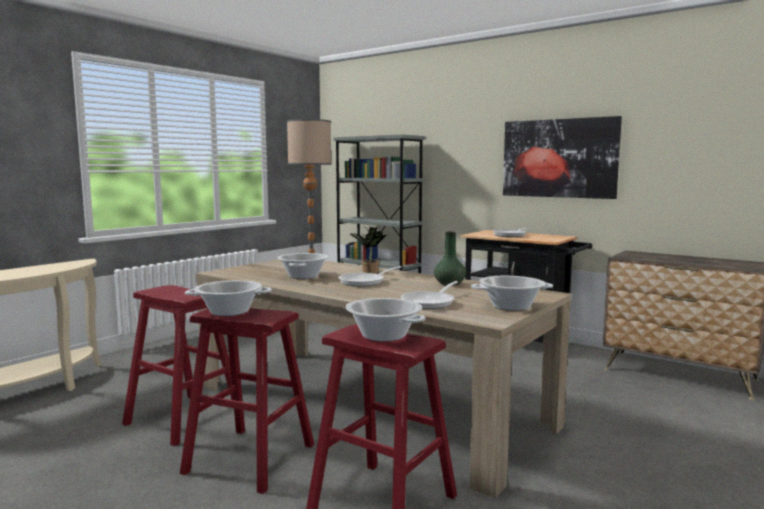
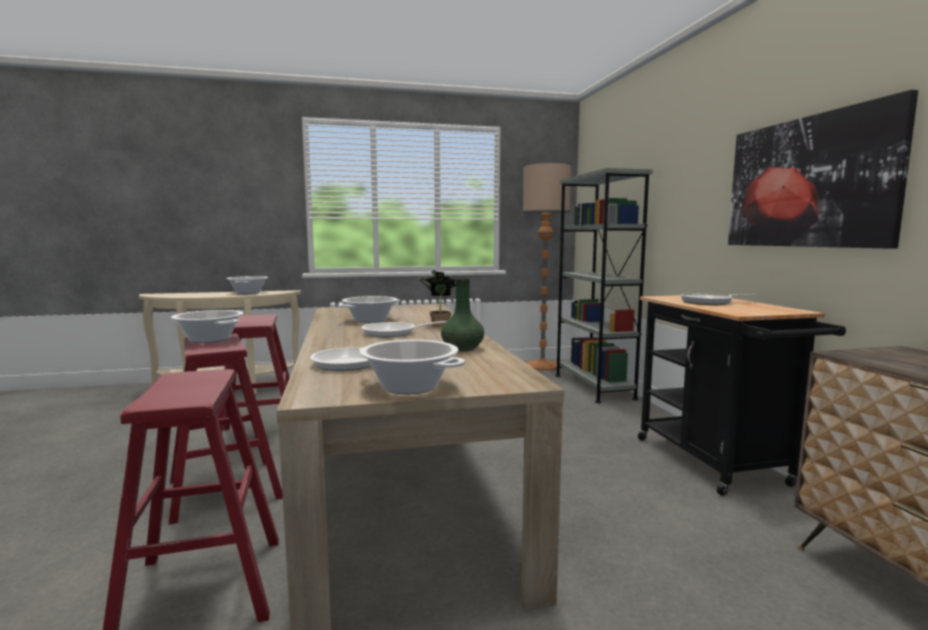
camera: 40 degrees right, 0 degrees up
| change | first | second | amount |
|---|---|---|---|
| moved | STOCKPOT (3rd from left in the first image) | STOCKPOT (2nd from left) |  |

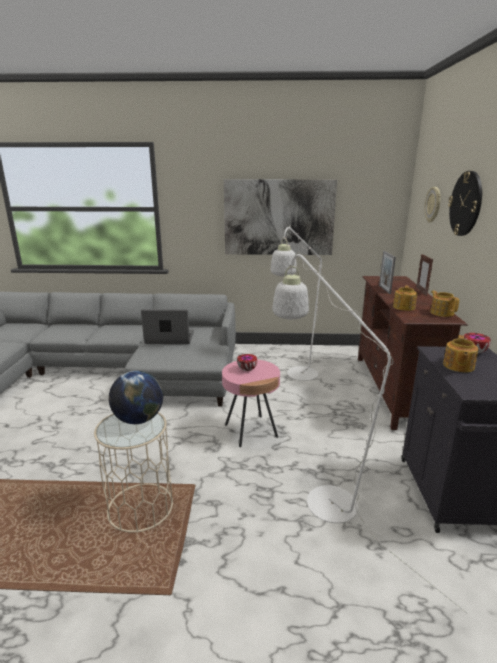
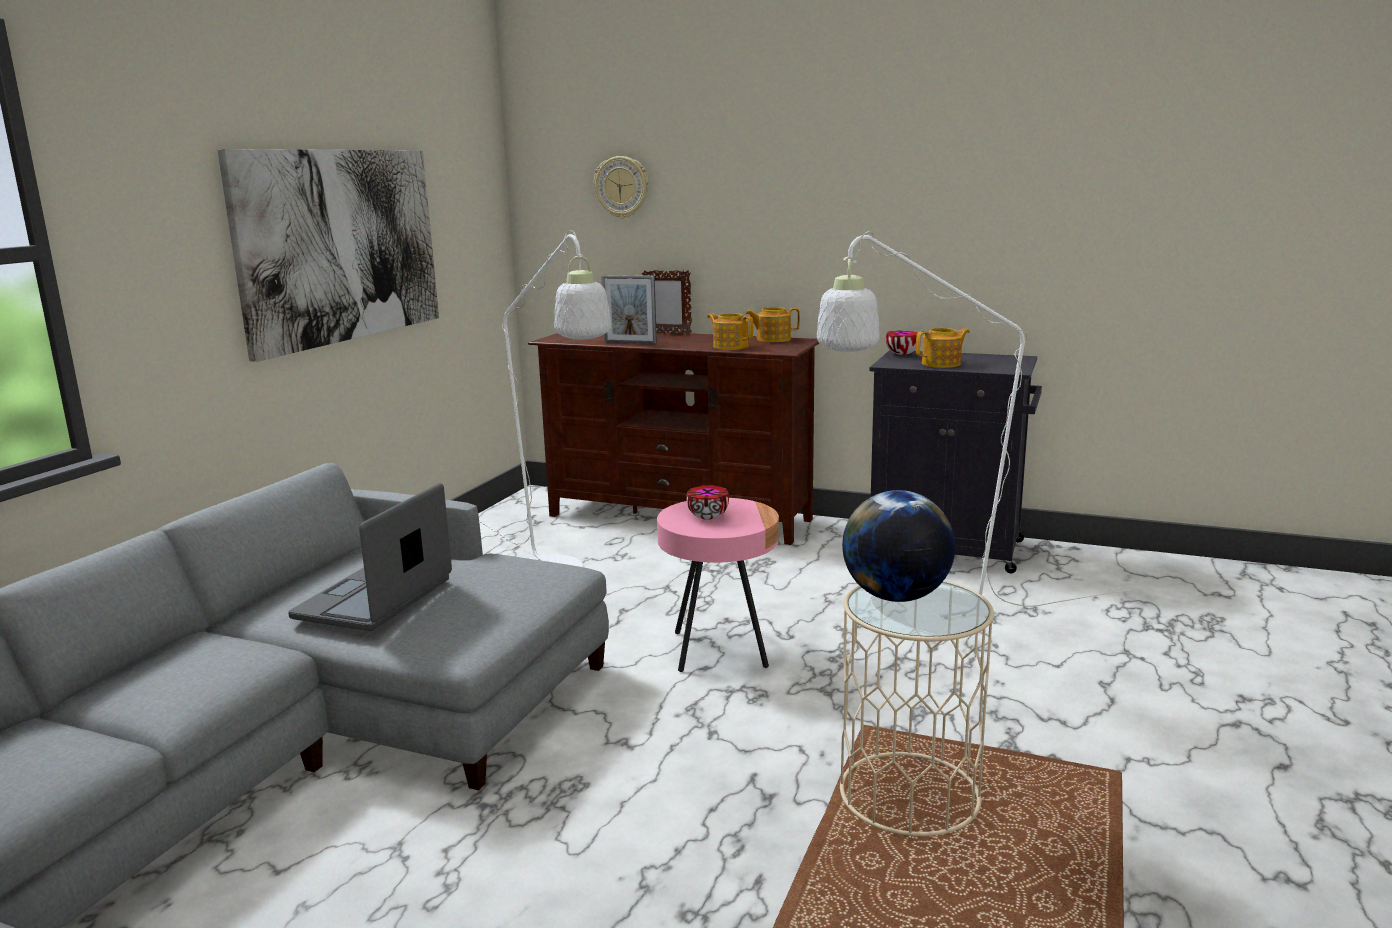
camera: 70 degrees left, 5 degrees down
| change | first | second | amount |
|---|---|---|---|
| turned | TEA POT (3rd from left) |  | 60 degrees counterclockwise |
| removed | HANGING CLOCK (2nd from left) |  |  |

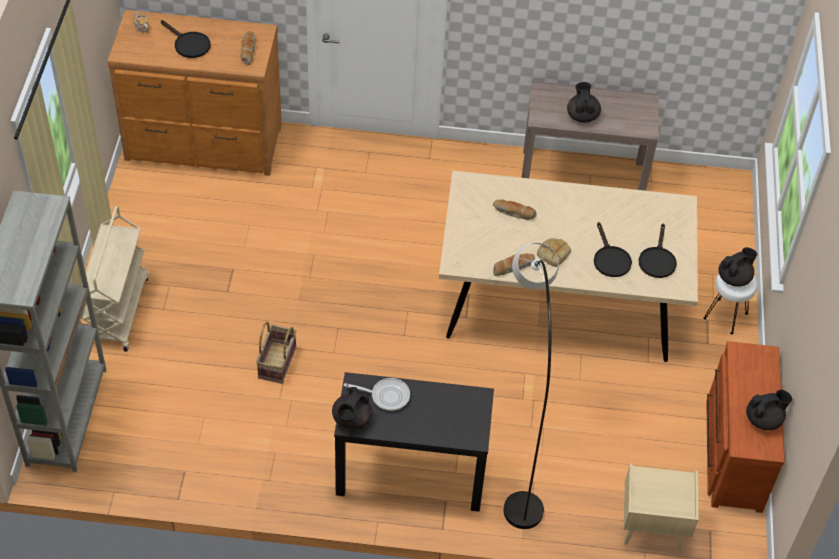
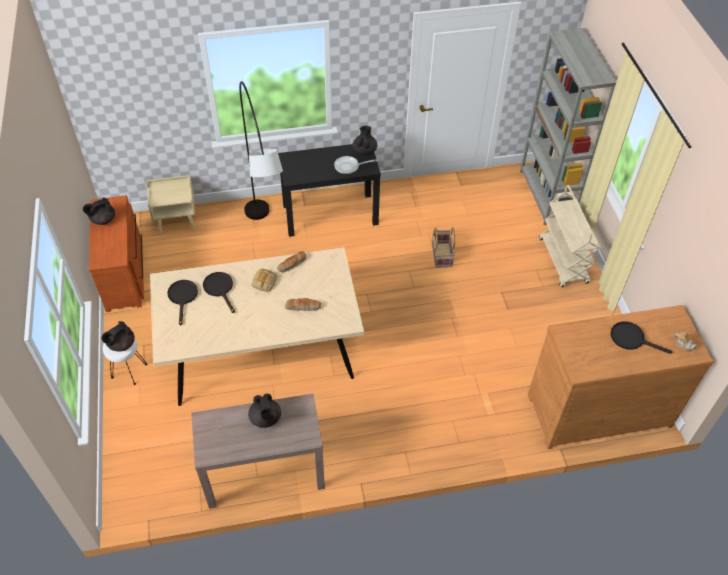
camera: 165 degrees right, 0 degrees up
| change | first | second | amount |
|---|---|---|---|
| removed | BAKED BREAD (1st from left) |  |  |

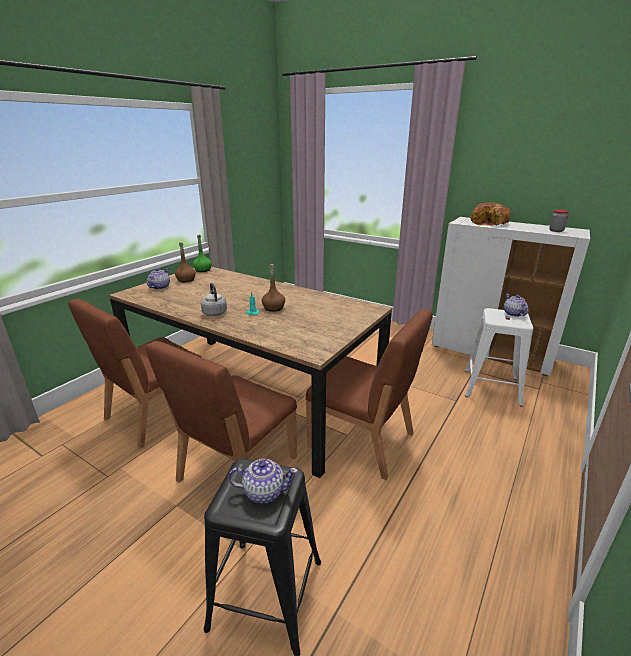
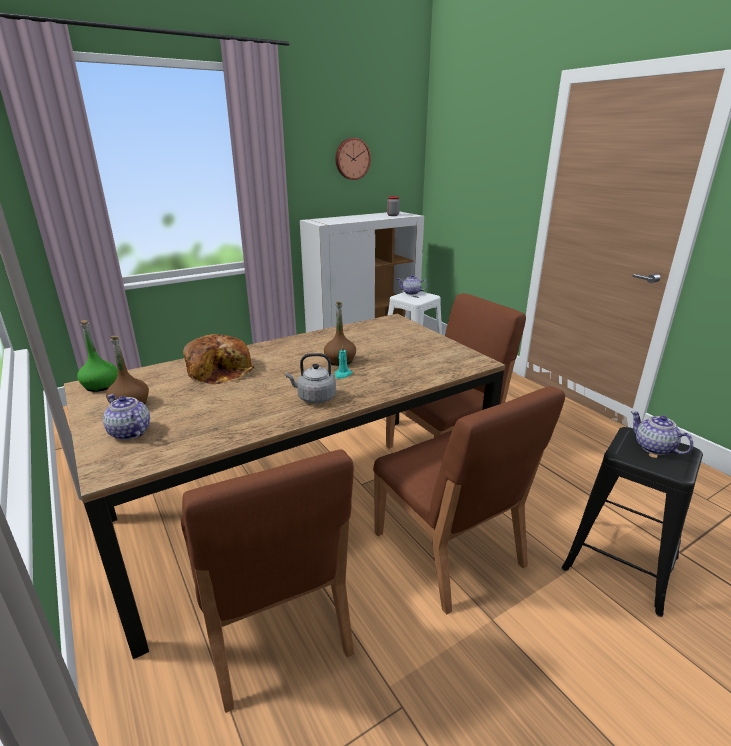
camera: 65 degrees left, 0 degrees up
| change | first | second | amount |
|---|---|---|---|
| moved | BAKED BREAD |  |  |
| added |  | HANGING CLOCK |  |
| turned | TEA POT (2nd from left in the first image) | TEA POT (3rd from left) | 60 degrees counterclockwise |

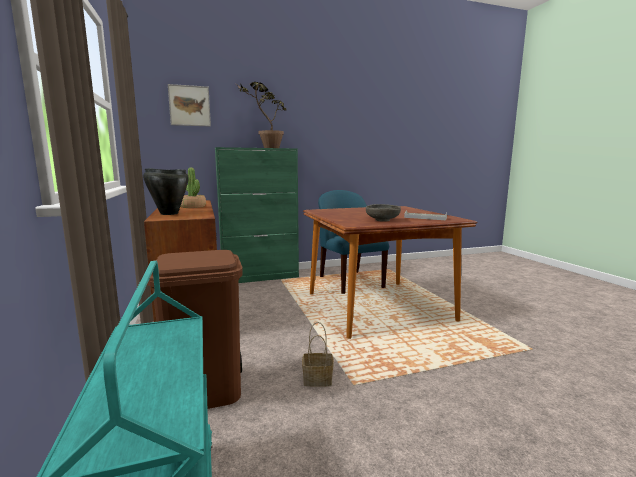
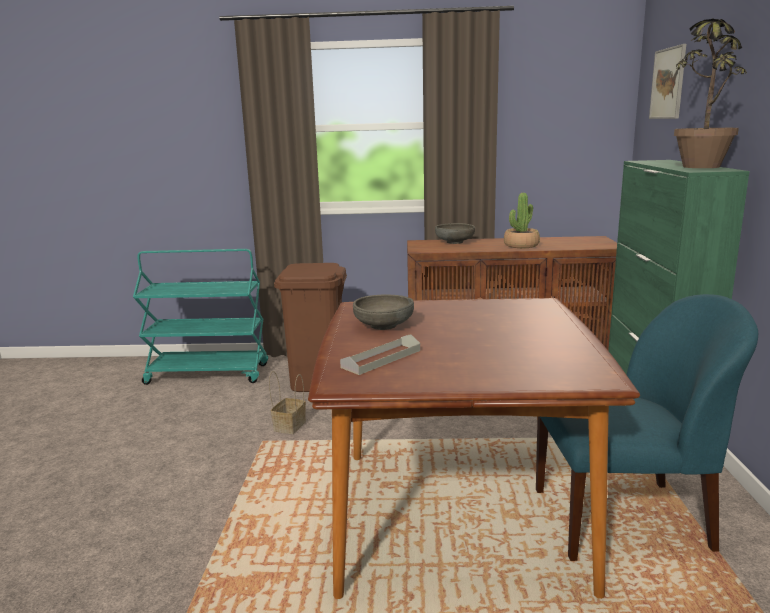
camera: 110 degrees right, 5 degrees up
| change | first | second | amount |
|---|---|---|---|
| replaced | BLACK STOCKPOT | GREYISH SERVING BOWL (2nd from left) |  |

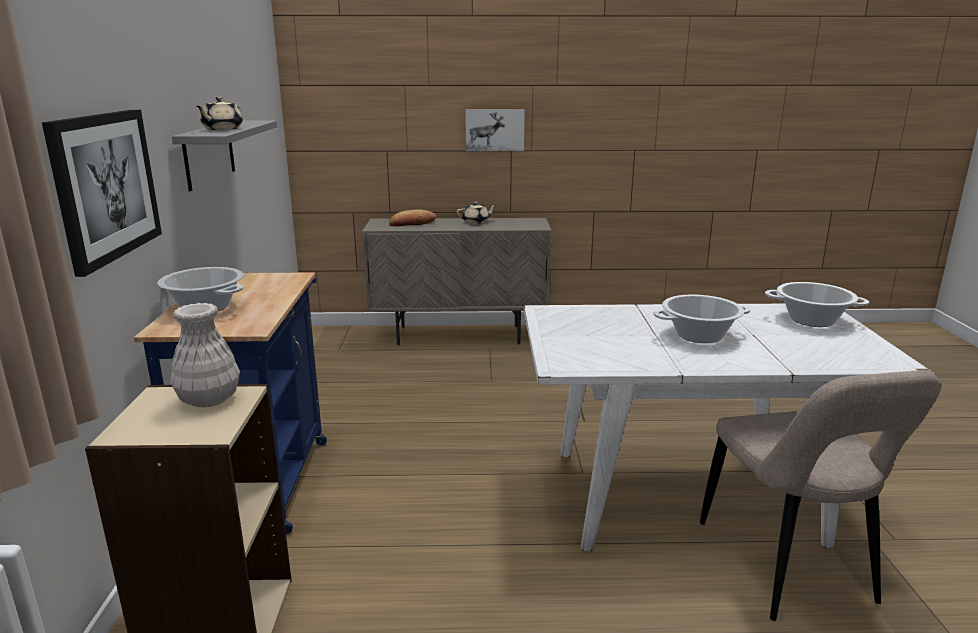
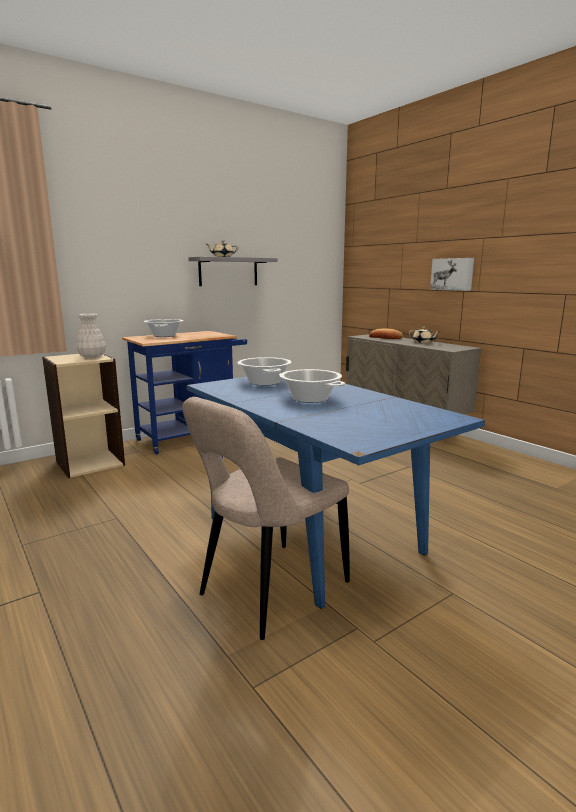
camera: 55 degrees right, 5 degrees down
| change | first | second | amount |
|---|---|---|---|
| recoloured | WHITE-COLOURED DINNER TABLE | BLUISH DINNER TABLE |  |
| moved | STOCKPOT (3rd from left in the first image) | STOCKPOT (2nd from left) |  |
| removed | WALL PICTURE (1st from left) |  |  |

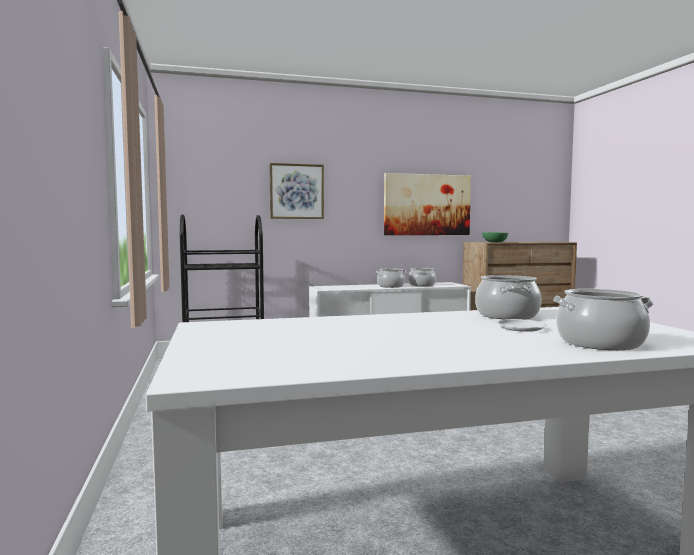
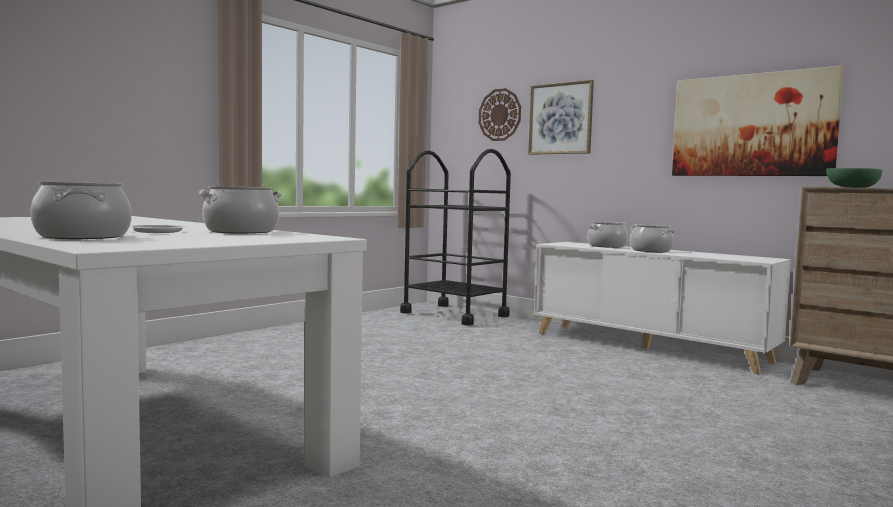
camera: 55 degrees right, 0 degrees up
| change | first | second | amount |
|---|---|---|---|
| added |  | HANGING CLOCK |  |
| moved | STOCKPOT (2nd from left in the first image) | STOCKPOT (3rd from left) |  |

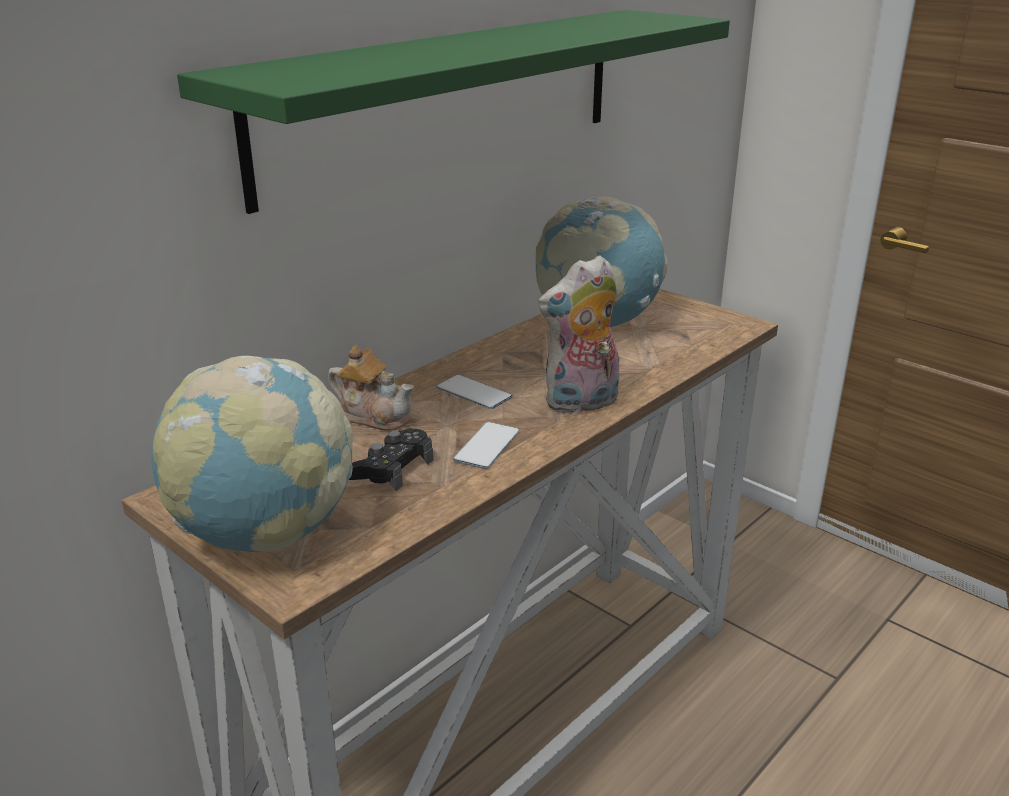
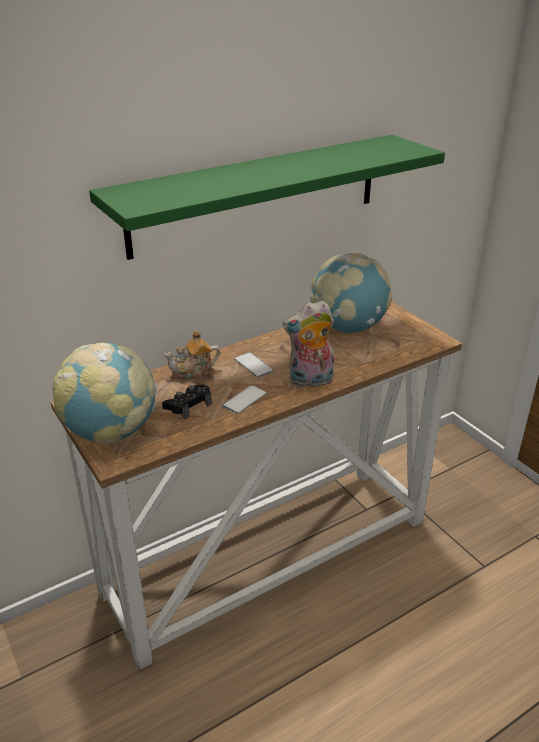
camera: 15 degrees right, 5 degrees up
| change | first | second | amount |
|---|---|---|---|
| turned | TEA POT |  | 120 degrees clockwise |

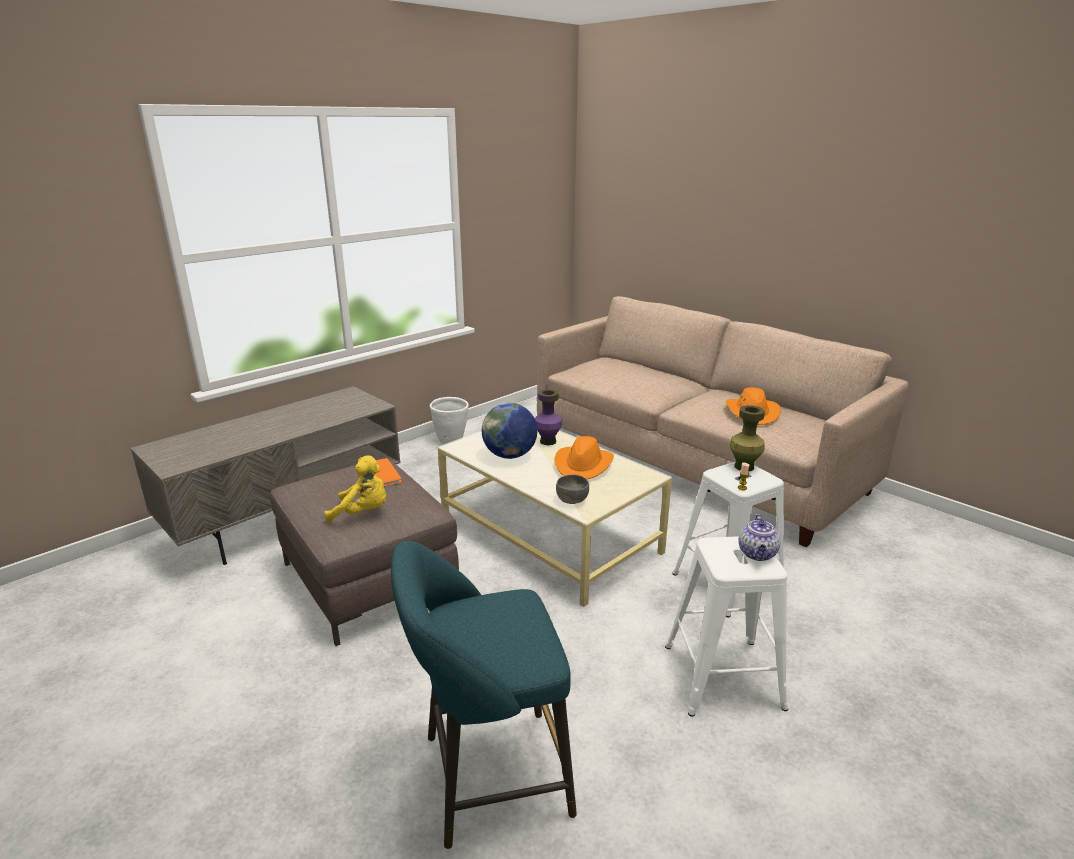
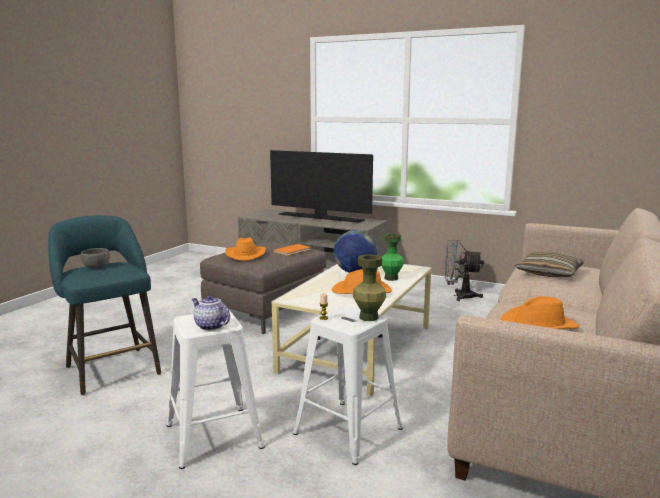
camera: 70 degrees right, 10 degrees down
| change | first | second | amount |
|---|---|---|---|
| moved | GREYISH SERVING BOWL |  |  |
| turned | TEA POT |  | 45 degrees clockwise |
| replaced | YELLOWISH PLUSH TOY | ORANGE CLOTHING HAT (1st from left) |  |
| added |  | TV |  |
| recoloured | PURPLISH DECORATIVE VASE | GREEN-COLOURED DECORATIVE VASE (2nd from left) |  |
| replaced | WHITE-COLOURED PLANT POT | GREYISH ELECTRIC FAN |  |
| added |  | CUSHION |  |

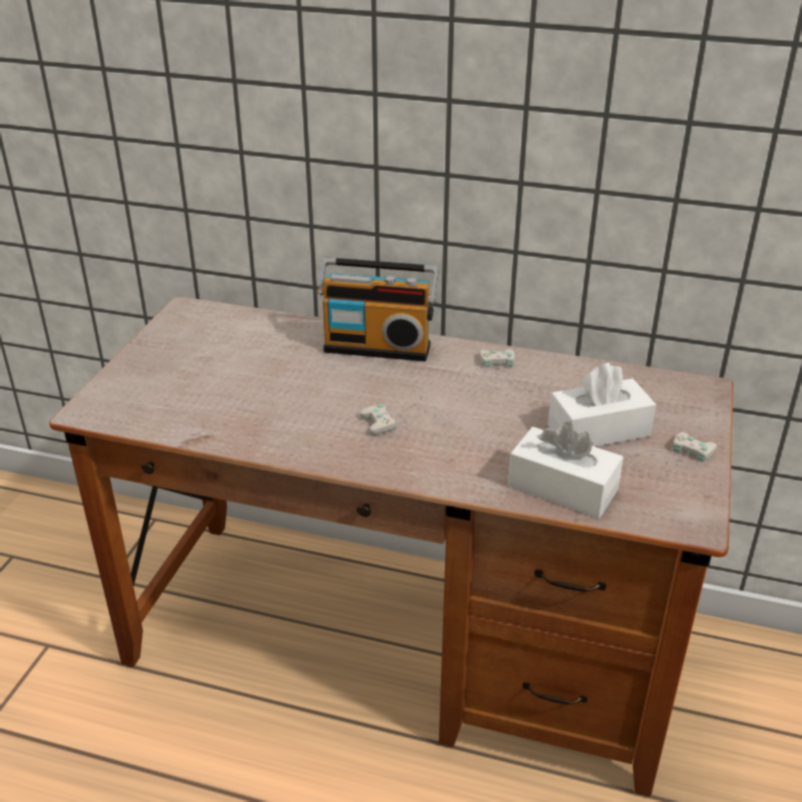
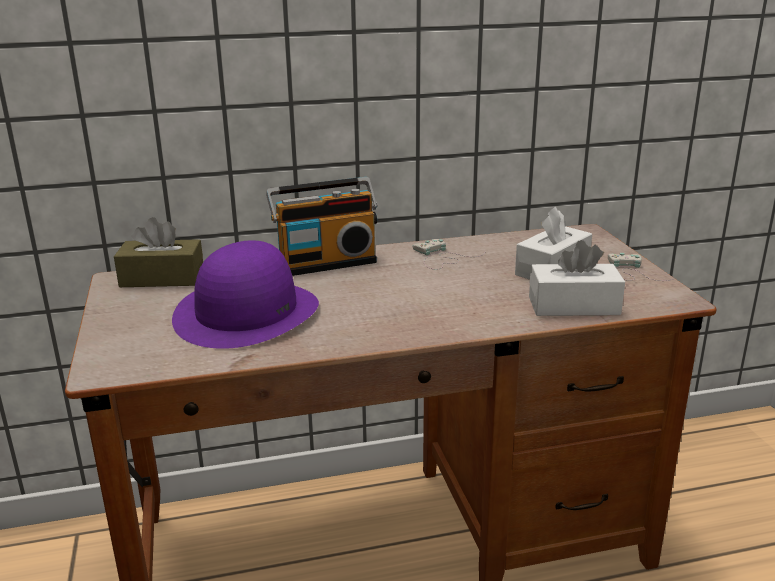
camera: 30 degrees left, 10 degrees down
| change | first | second | amount |
|---|---|---|---|
| added |  | BROWN TISSUE HOLDER |  |
| added |  | PURPLISH CLOTHING HAT |  |
| removed | WHITE-COLOURED GAMEPAD (1st from left) |  |  |

